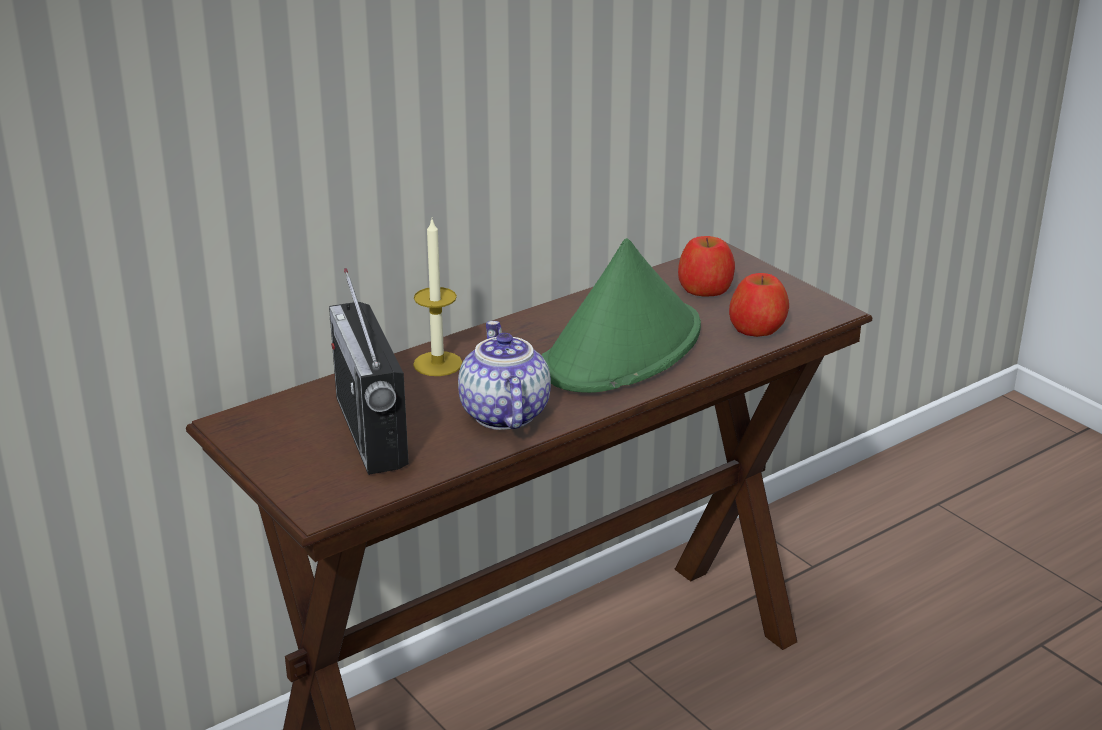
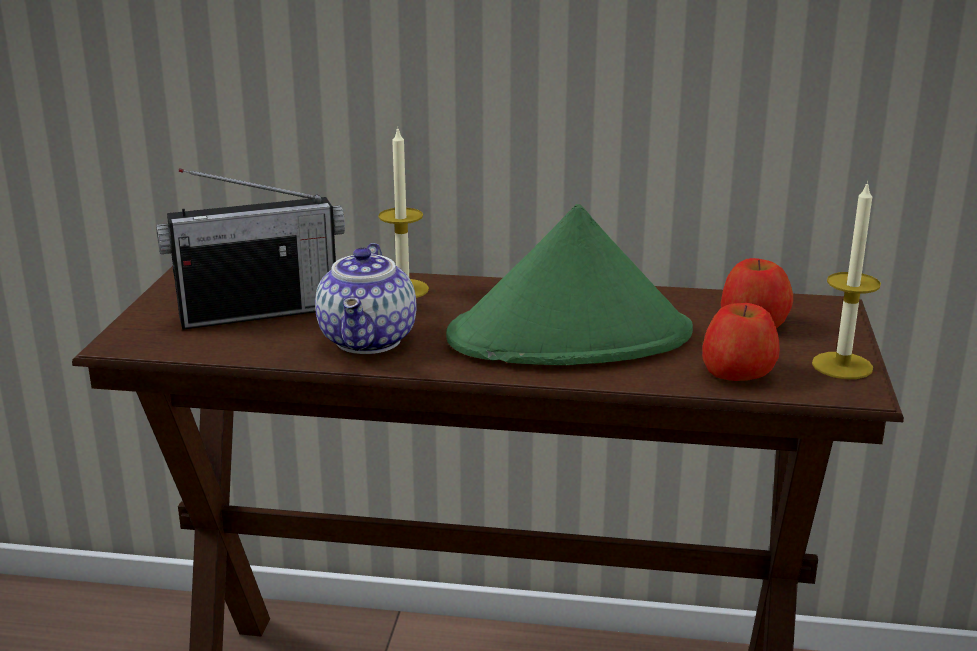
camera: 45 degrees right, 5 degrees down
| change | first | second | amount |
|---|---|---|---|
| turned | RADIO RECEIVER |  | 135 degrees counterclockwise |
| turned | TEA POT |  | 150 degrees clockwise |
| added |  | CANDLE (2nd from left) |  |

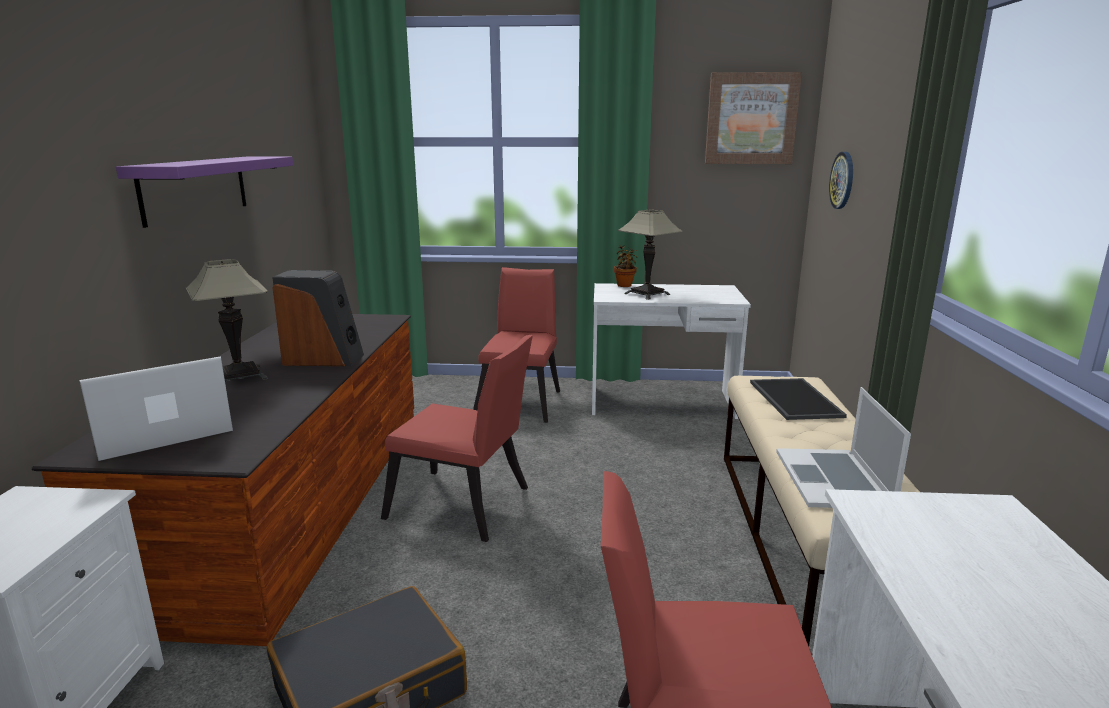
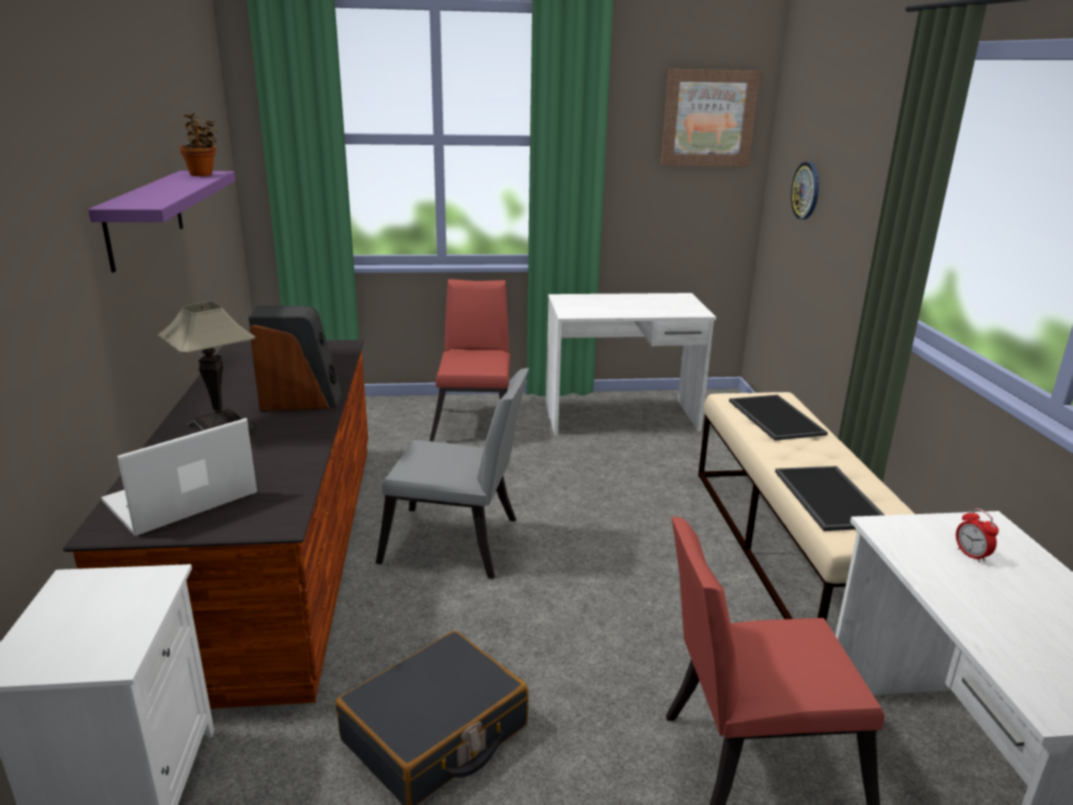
camera: 10 degrees left, 5 degrees up
| change | first | second | amount |
|---|---|---|---|
| moved | POTTED PLANT |  |  |
| recoloured | RED-COLOURED UPRIGHT CHAIR (1st from left) | GREYISH UPRIGHT CHAIR |  |
| replaced | LAPTOP (2nd from left) | SERVING TRAY (2nd from left) |  |
| added |  | TABLE CLOCK |  |
| removed | TABLETOP LAMP (2nd from left) |  |  |

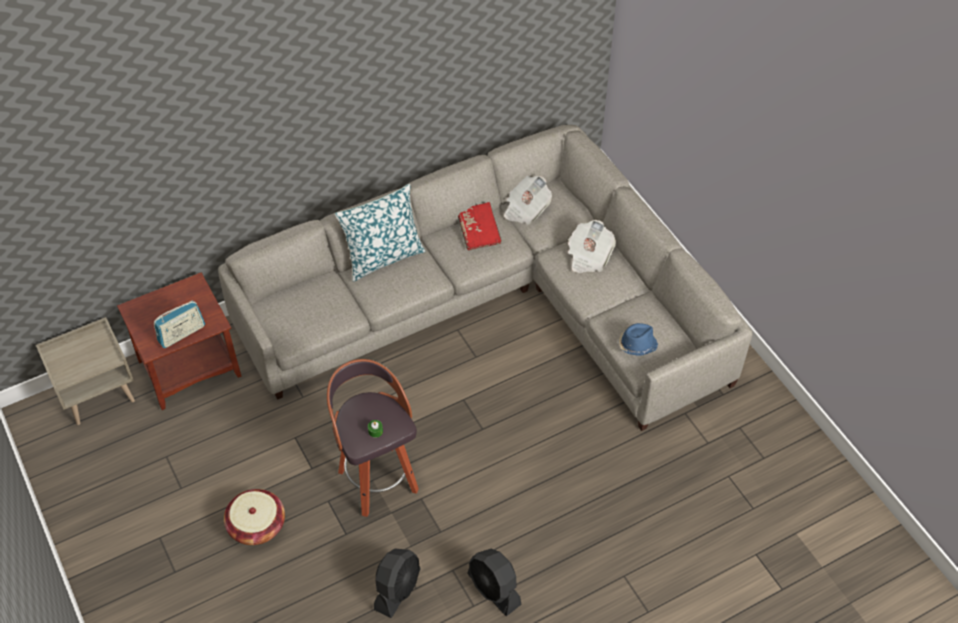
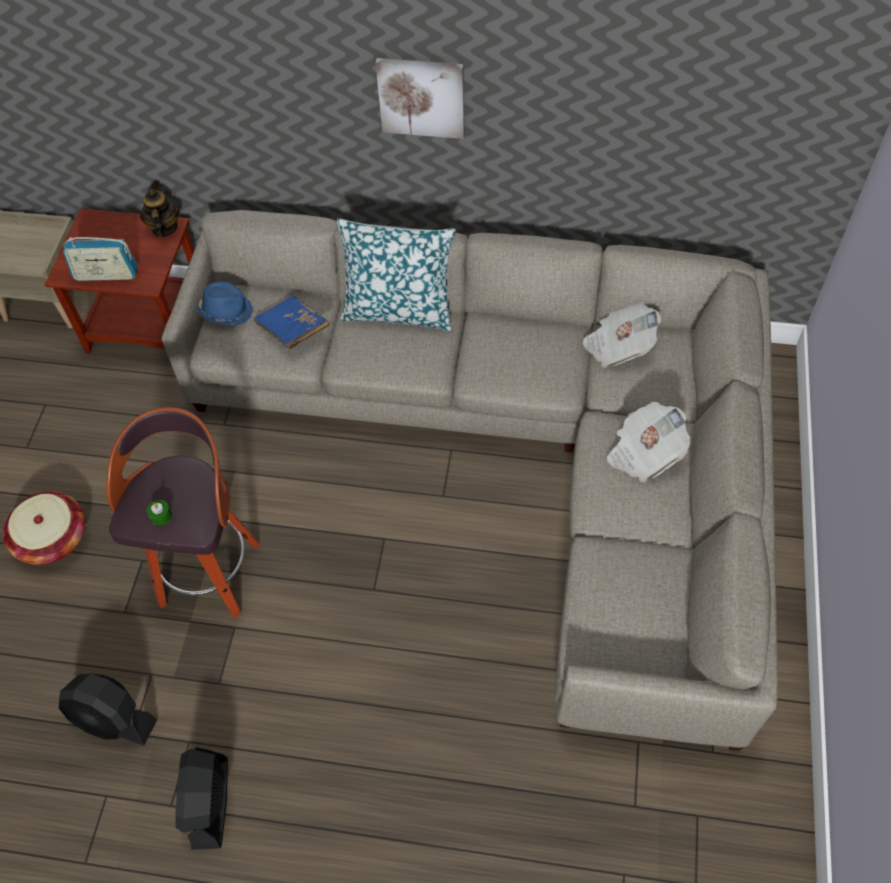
camera: 40 degrees right, 5 degrees up
| change | first | second | amount |
|---|---|---|---|
| turned | BLACK ELECTRIC FAN (1st from left) |  | 45 degrees clockwise |
| added |  | TEA POT |  |
| moved | BLUISH CLOTHING HAT |  |  |
| added |  | BLUISH VOLUME |  |
| added |  | WALL PICTURE |  |
| removed | RED-COLOURED VOLUME |  |  |

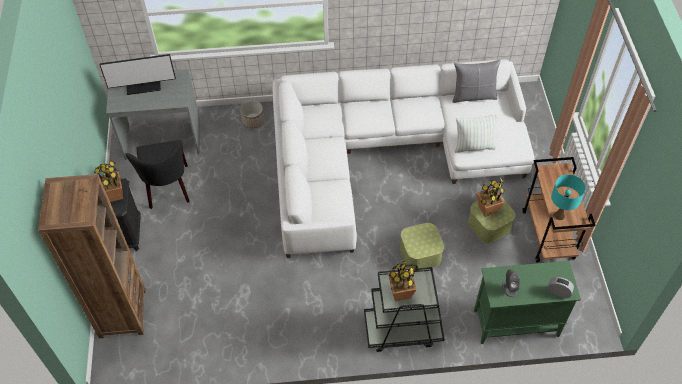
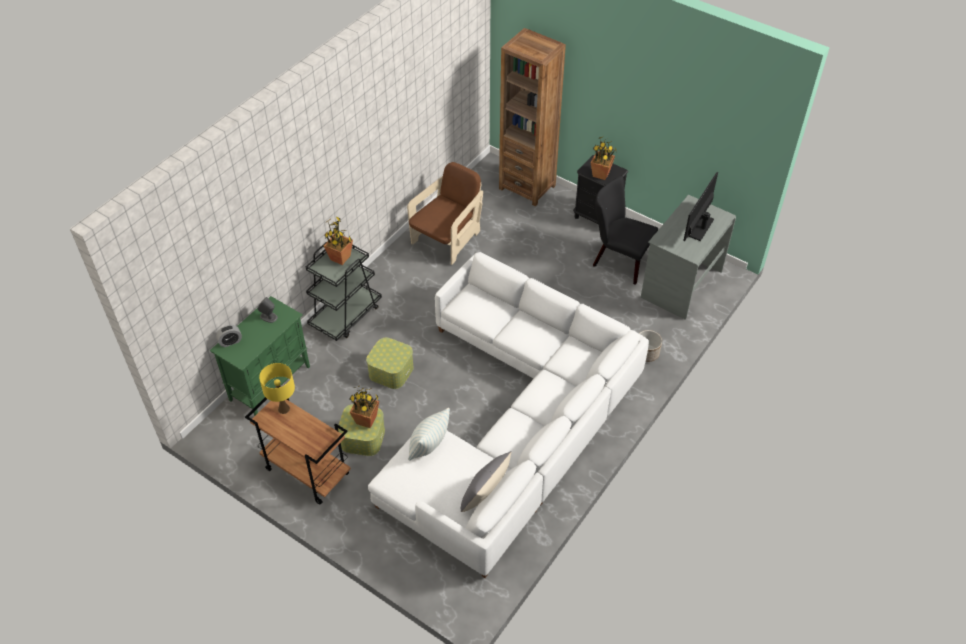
camera: 130 degrees right, 5 degrees down
| change | first | second | amount |
|---|---|---|---|
| recoloured | TURQUOISE-COLOURED TABLETOP LAMP | YELLOWISH TABLETOP LAMP |  |
| added |  | BROWN ARMCHAIR |  |

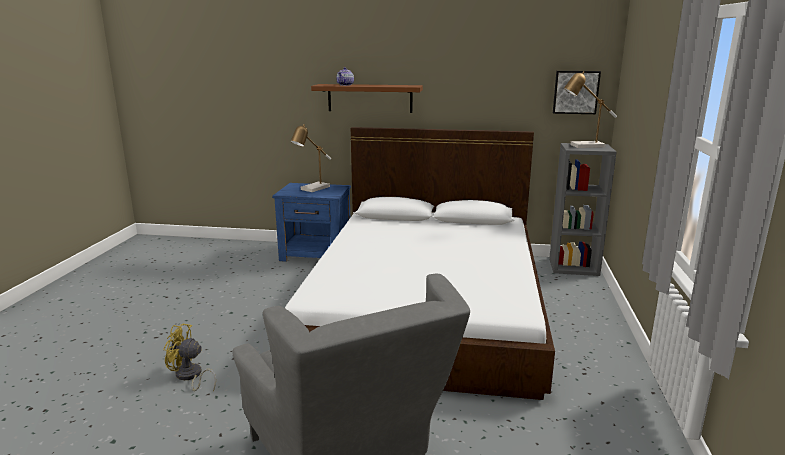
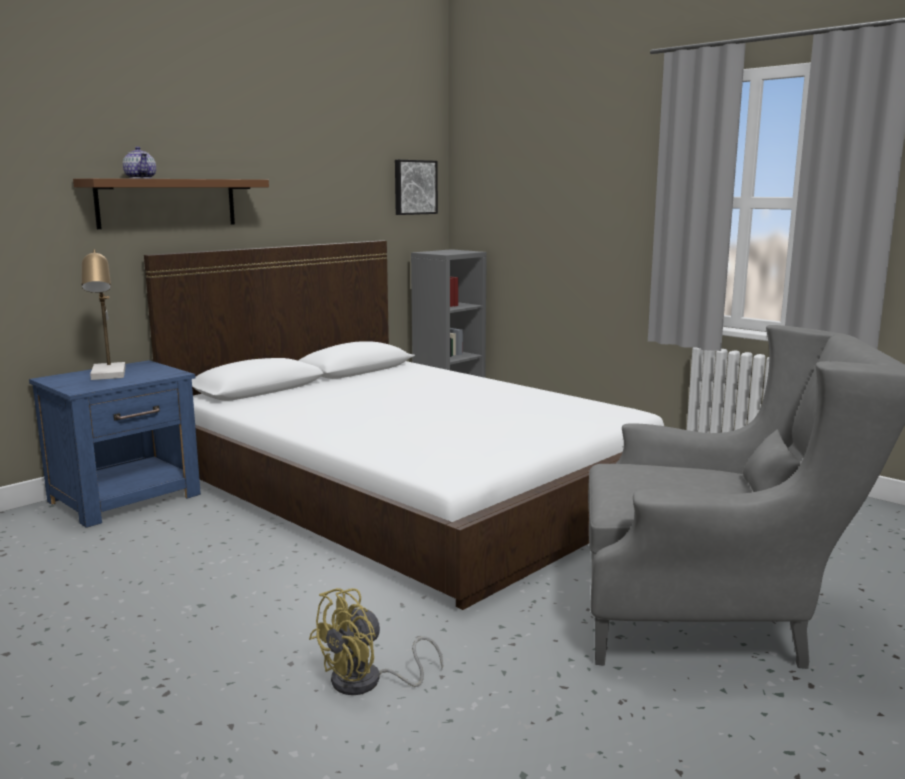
camera: 55 degrees left, 5 degrees down
| change | first | second | amount |
|---|---|---|---|
| removed | TABLETOP LAMP (2nd from left) |  |  |

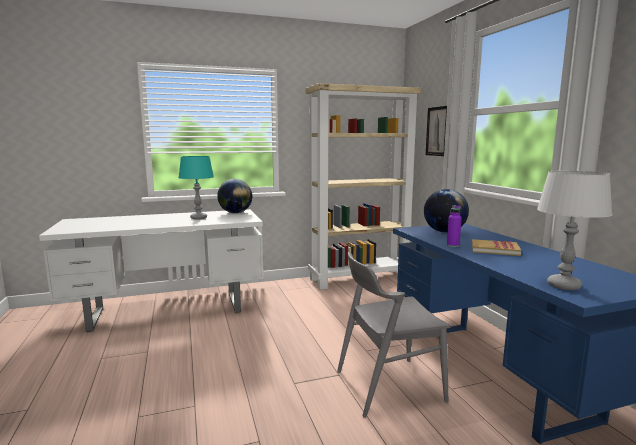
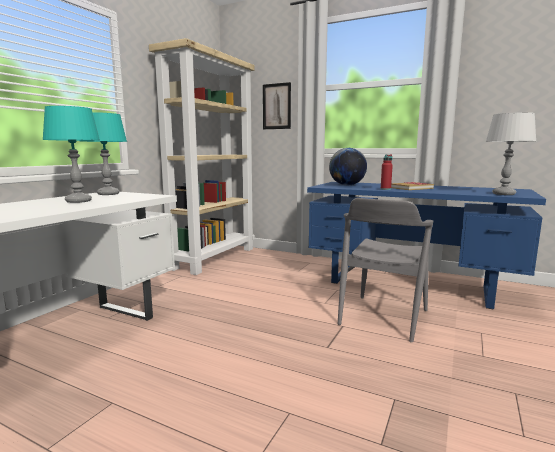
camera: 45 degrees left, 0 degrees up
| change | first | second | amount |
|---|---|---|---|
| replaced | GLOBE (1st from left) | TURQUOISE-COLOURED TABLETOP LAMP (2nd from left) |  |
| recoloured | PURPLISH BEVERAGE BOTTLE | RED-COLOURED BEVERAGE BOTTLE |  |

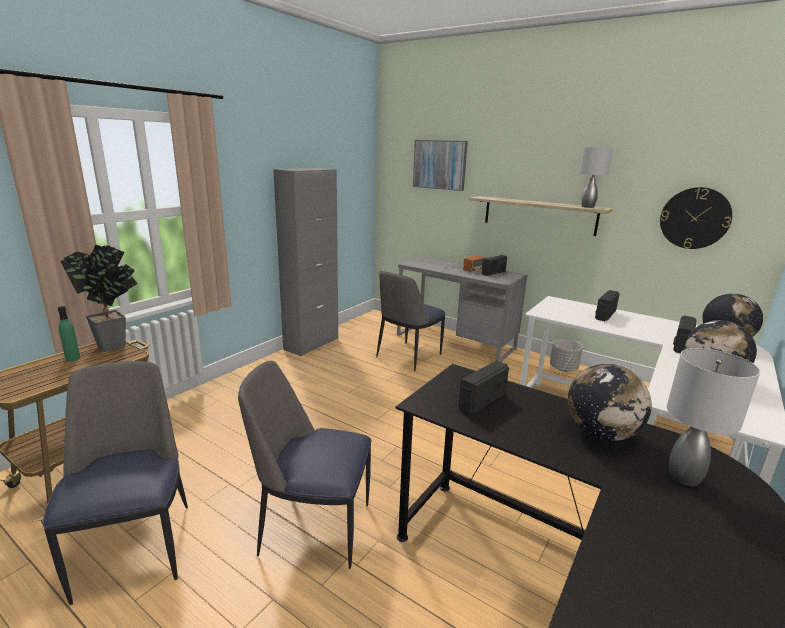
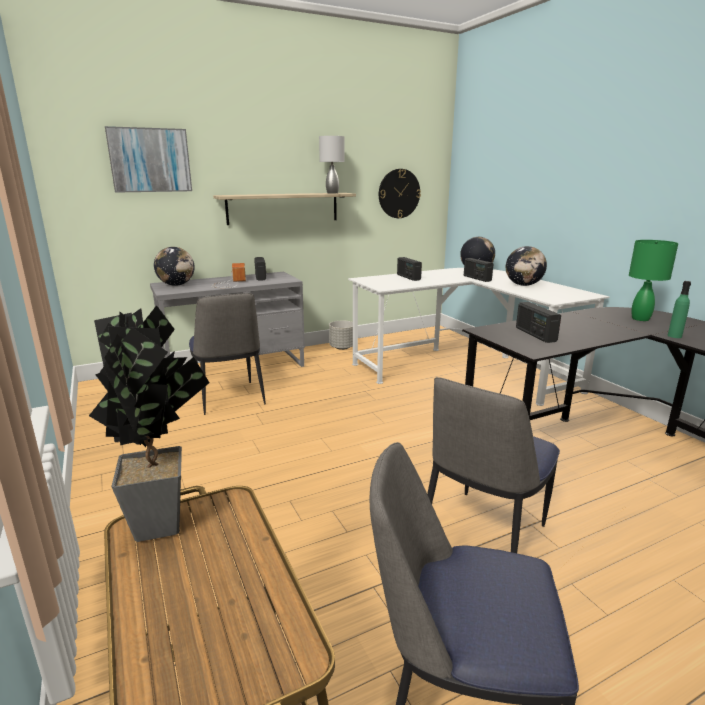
camera: 60 degrees left, 0 degrees up
| change | first | second | amount |
|---|---|---|---|
| moved | GLOBE (1st from left) |  |  |
| recoloured | GREYISH TABLETOP LAMP (2nd from left) | GREEN-COLOURED TABLETOP LAMP |  |
| moved | GREEN-COLOURED BEVERAGE BOTTLE |  |  |
| removed | GREYISH CUPBOARD |  |  |

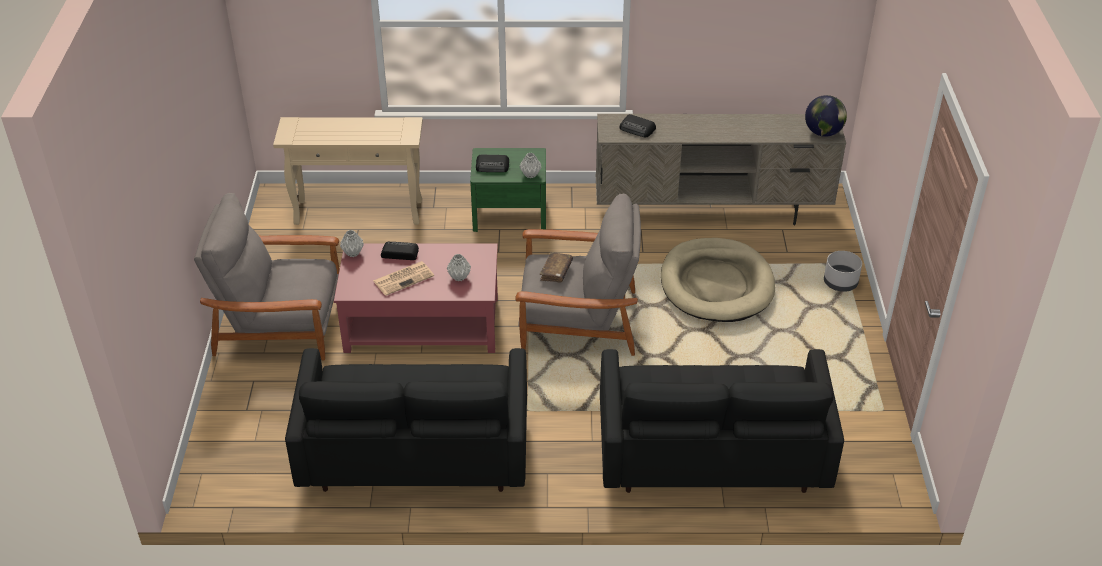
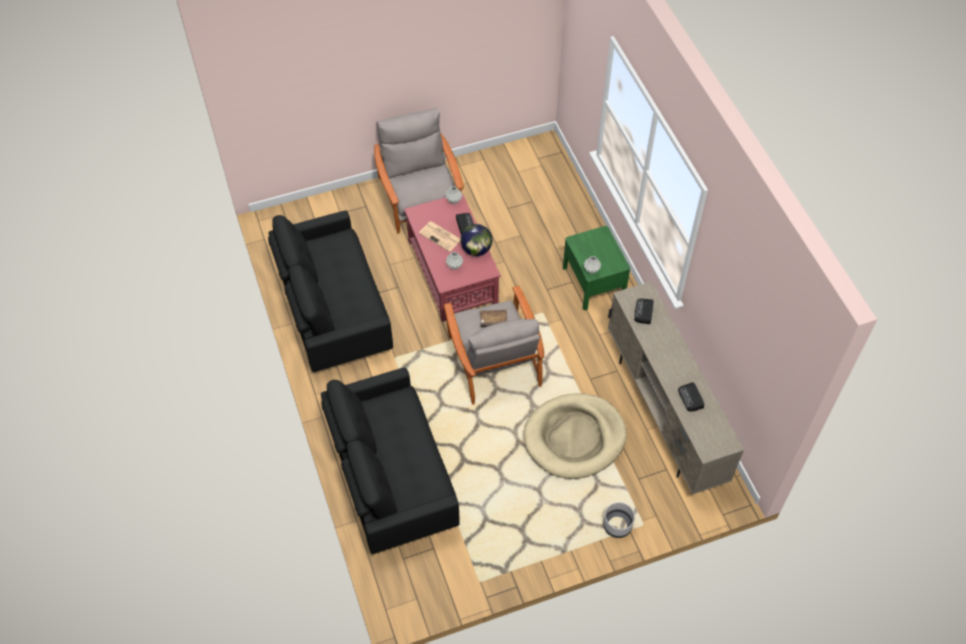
camera: 70 degrees right, 15 degrees up
| change | first | second | amount |
|---|---|---|---|
| moved | GLOBE |  |  |
| moved | RADIO RECEIVER (2nd from left in the first image) | RADIO RECEIVER (3rd from left) |  |
| removed | BEIGE HALL TABLE |  |  |

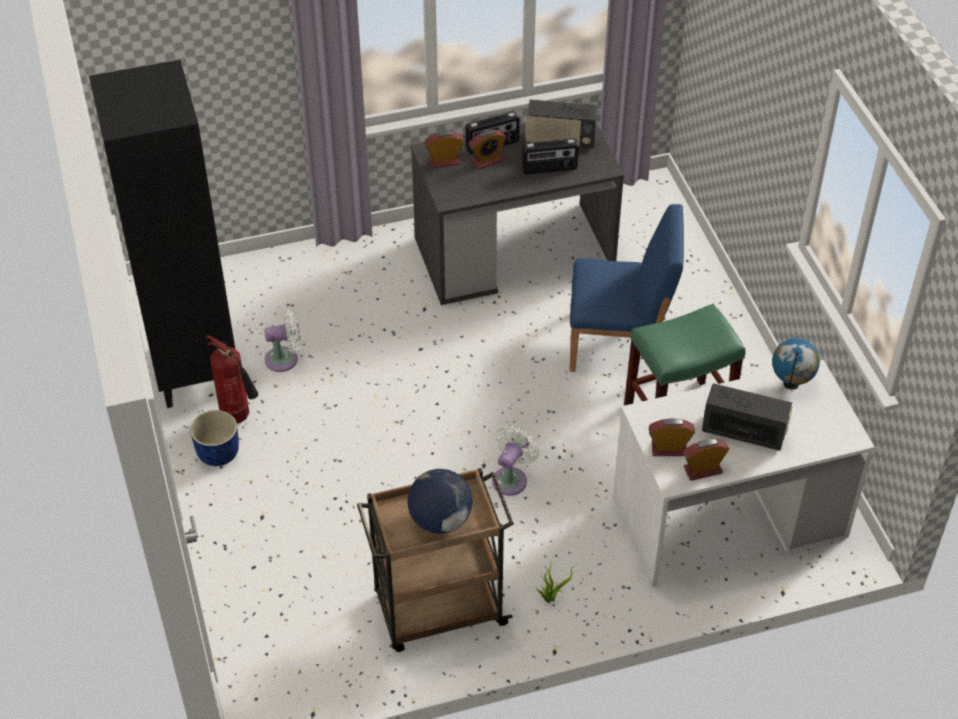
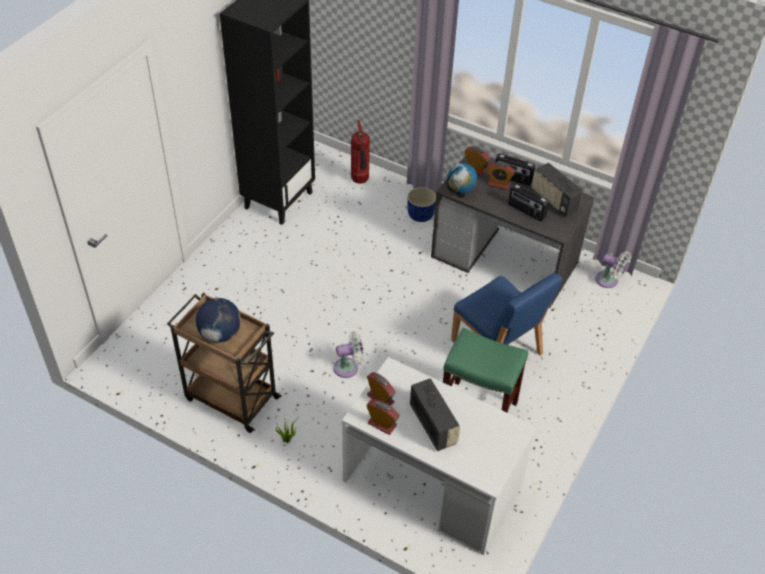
camera: 45 degrees right, 0 degrees up
| change | first | second | amount |
|---|---|---|---|
| moved | FIRE-FIGHTING CYLINDER |  |  |
| moved | BLUISH PLANT POT |  |  |
| moved | GLOBE (2nd from left) |  |  |
| moved | WHITE-COLOURED ELECTRIC FAN (1st from left in the first image) | WHITE-COLOURED ELECTRIC FAN (2nd from left) |  |

